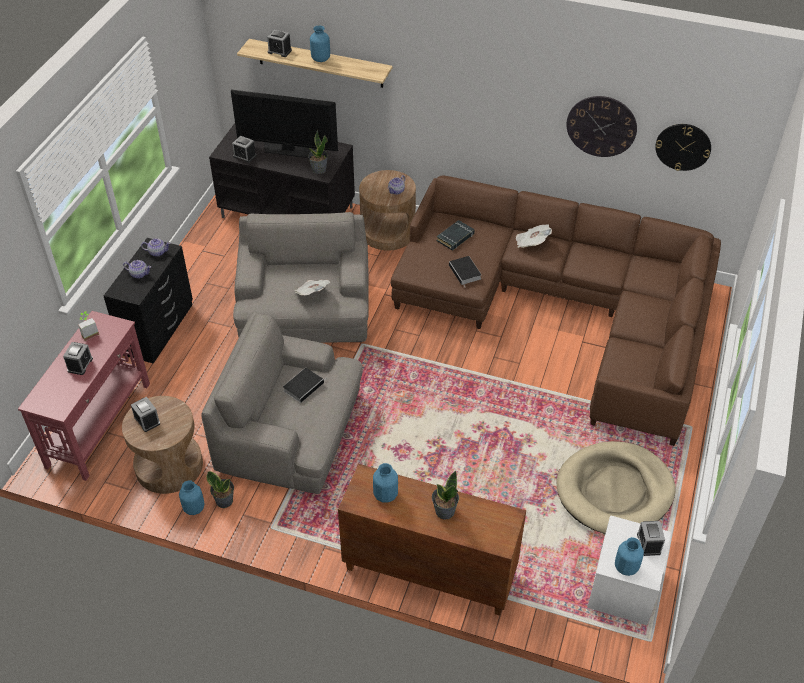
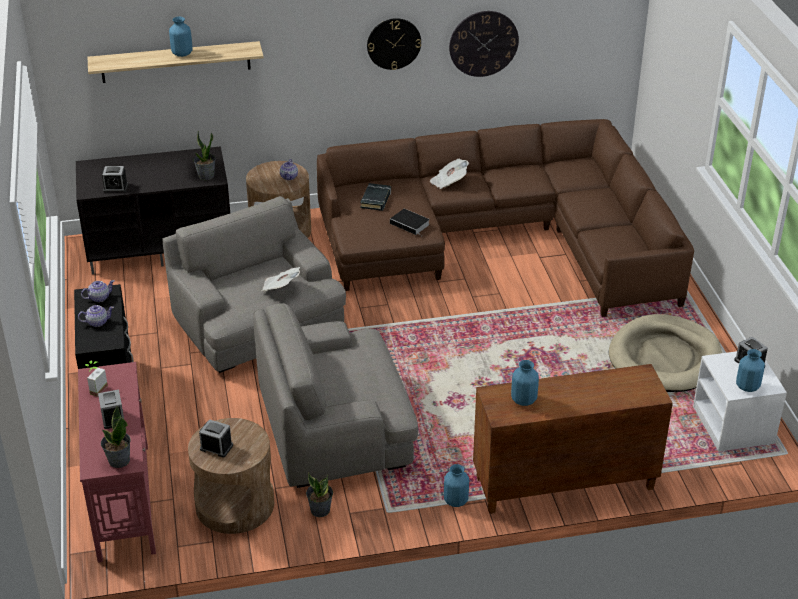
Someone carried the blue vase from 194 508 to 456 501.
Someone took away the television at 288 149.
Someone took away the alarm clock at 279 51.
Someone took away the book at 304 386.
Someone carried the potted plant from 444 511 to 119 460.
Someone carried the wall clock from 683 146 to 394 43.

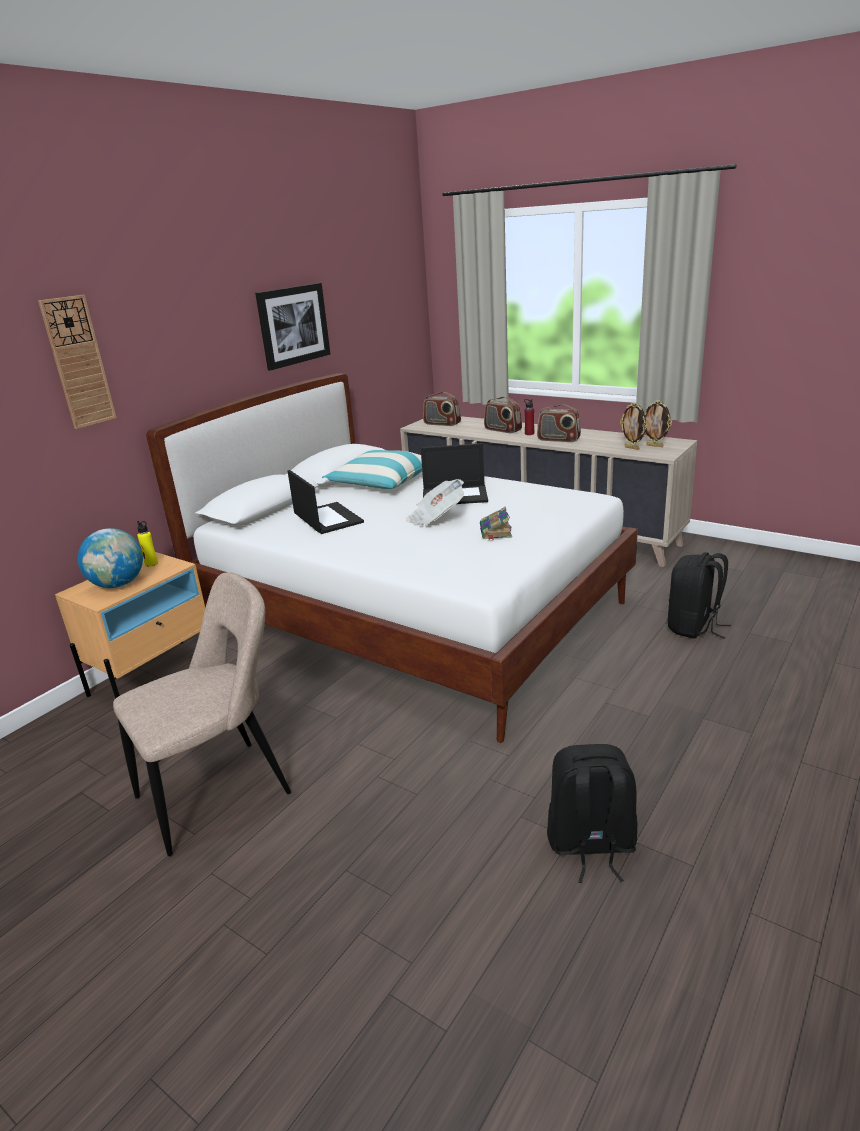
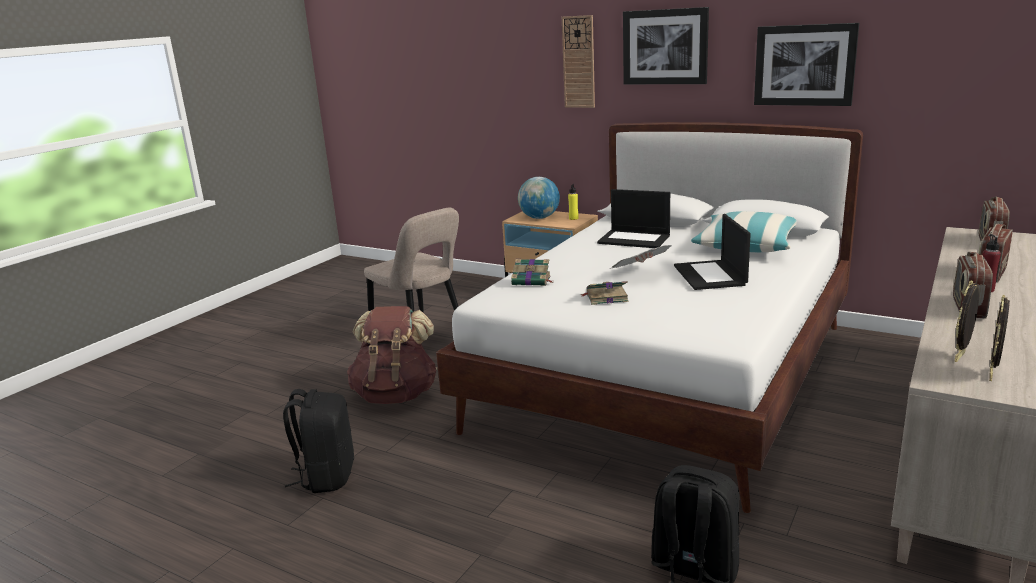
Someone rotated the laptop at 327 518 by 60 degrees clockwise.
Someone put down the brown backpack at 396 395.
Someone put down the book at 532 281.
Someone put up the picture at 665 47.

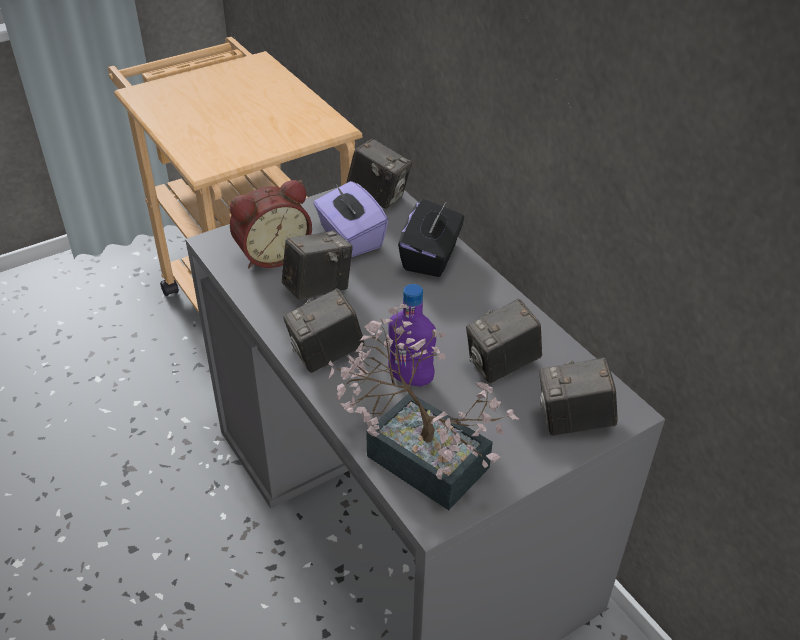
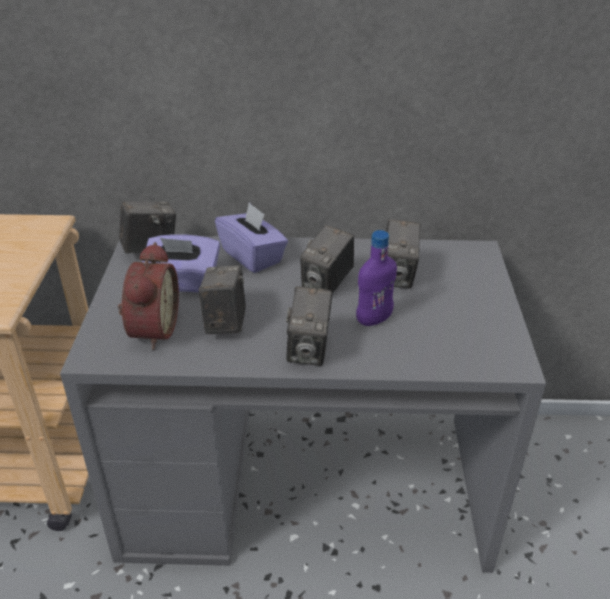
Someone took away the potted plant at 417 453.
Someone repainted the black tissue box at 431 257, which became the purple tissue box at 252 256.
Someone carried the photo camera from 573 421 to 327 284.

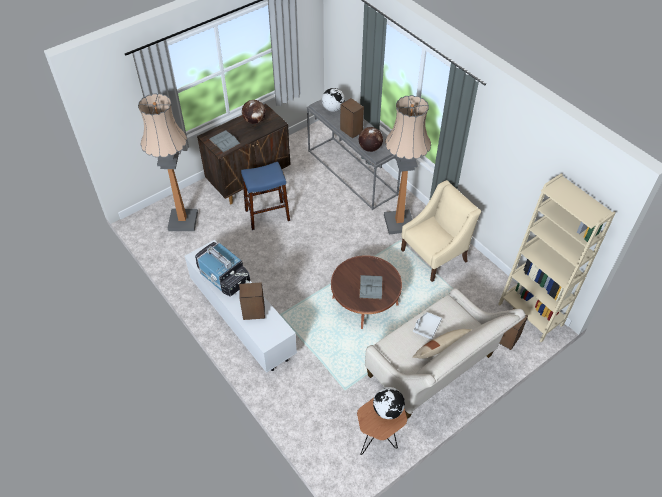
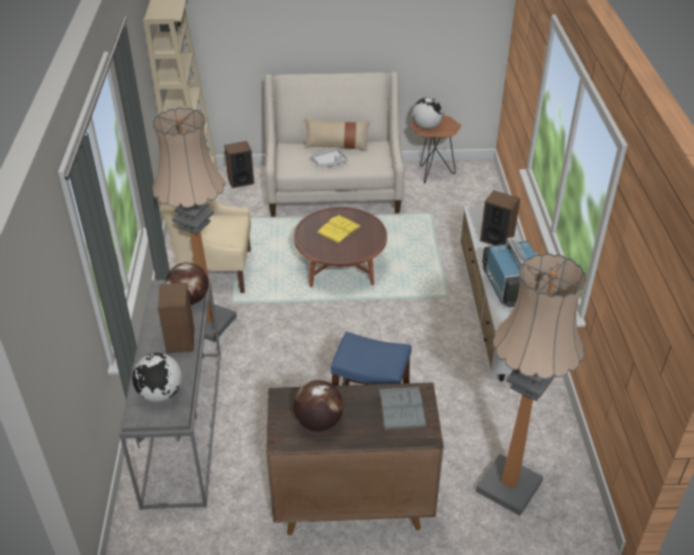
Someone repainted the grey book at 371 287, which became the yellow book at 339 229.

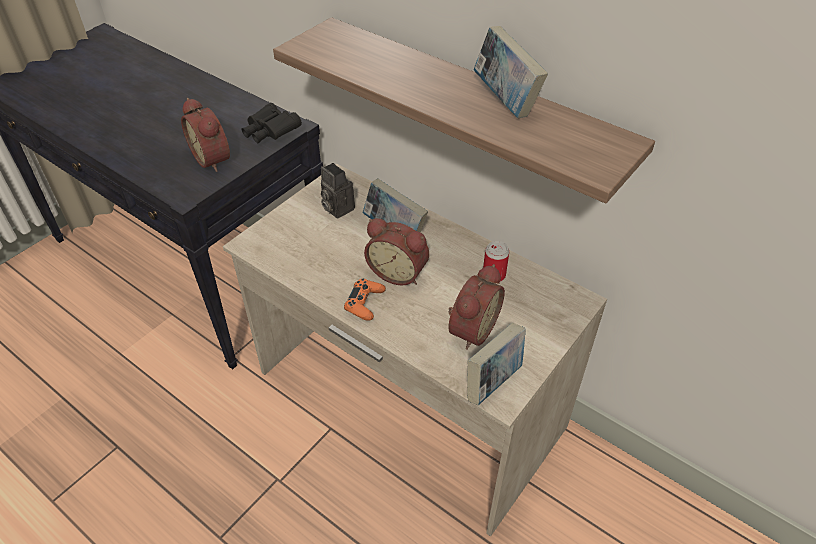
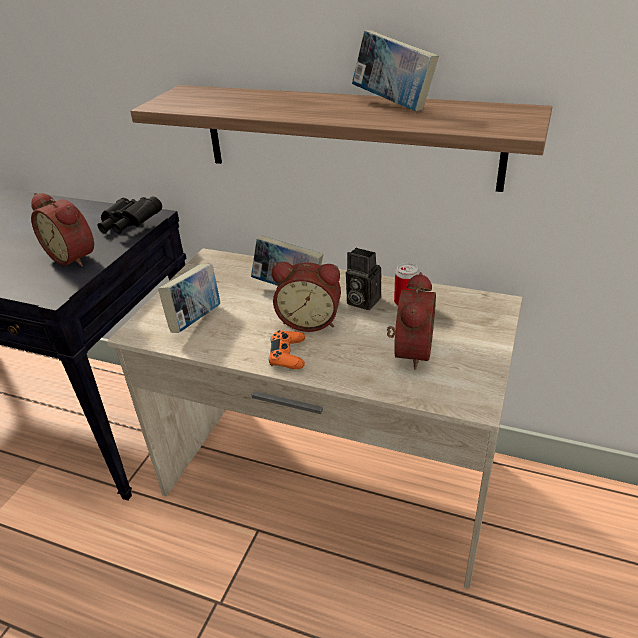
Someone carried the photo camera from 336 208 to 361 301.
Someone carried the book from 493 382 to 196 320.

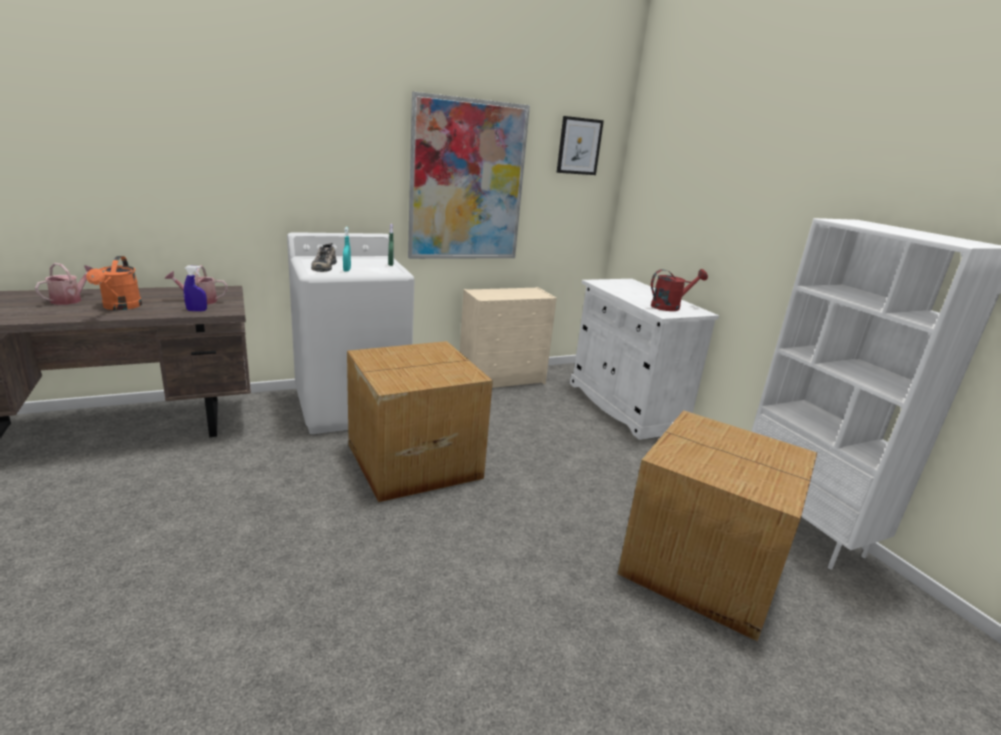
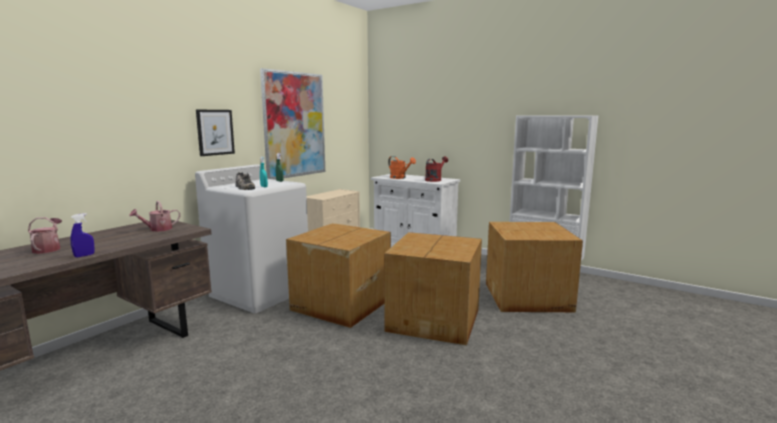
Someone carried the orange watering can from 120 307 to 400 178.
Someone carried the blue spray bottle from 197 310 to 84 255.
Someone carried the picture from 579 146 to 215 132.
Someone put down the cardboard box at 435 319.

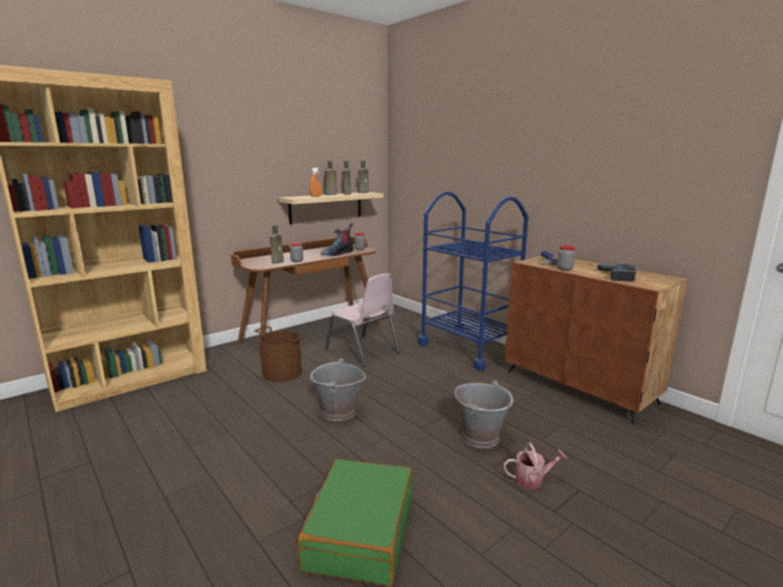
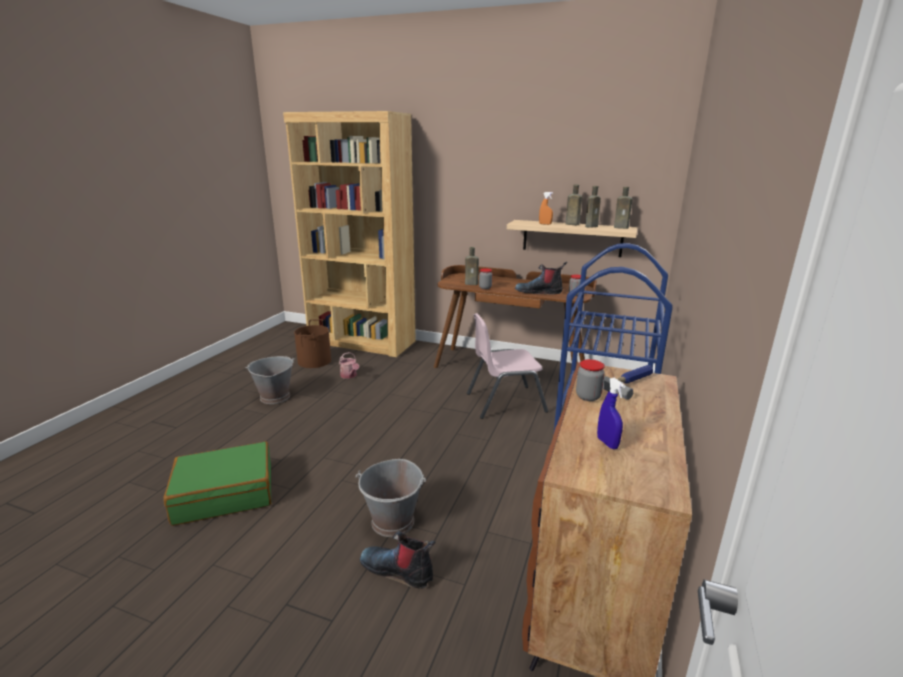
Someone carried the brown bucket from 282 372 to 315 361.
Someone carried the grey bucket from 338 412 to 274 397.
Someone rotated the pink chair at 362 351 by 60 degrees clockwise.
Someone carried the watering can from 532 479 to 349 376.
Someone swapped the power drill at 621 276 for the blue spray bottle at 607 443.
Someone put down the boot at 398 570.

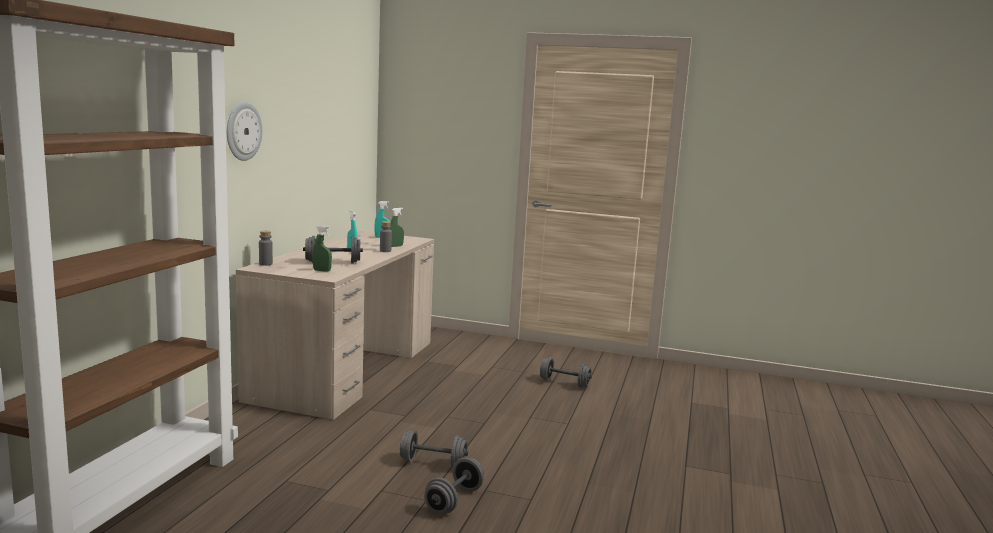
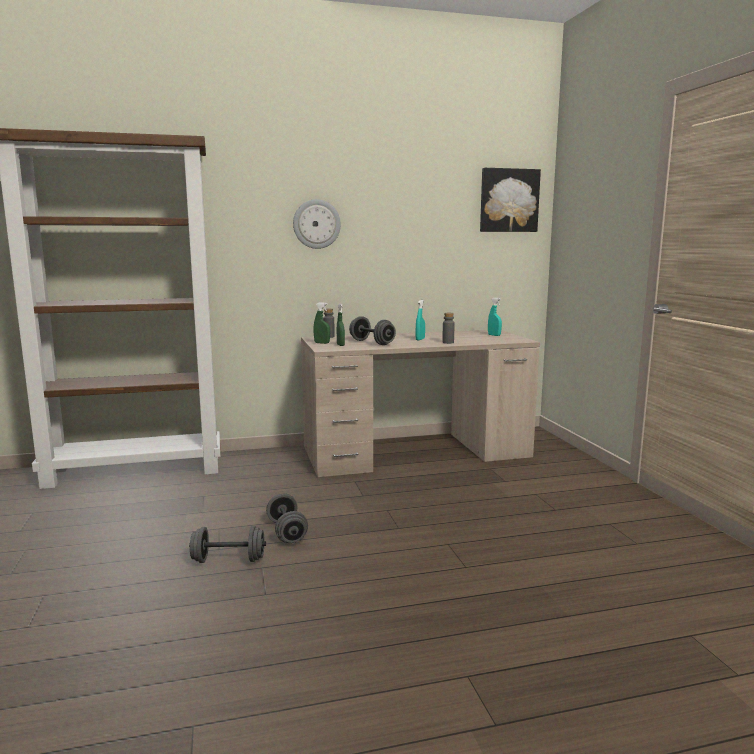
Someone carried the green spray bottle from 395 246 to 322 343.
Someone took away the grey dumbbell at 564 383.
Someone put up the picture at 508 200.

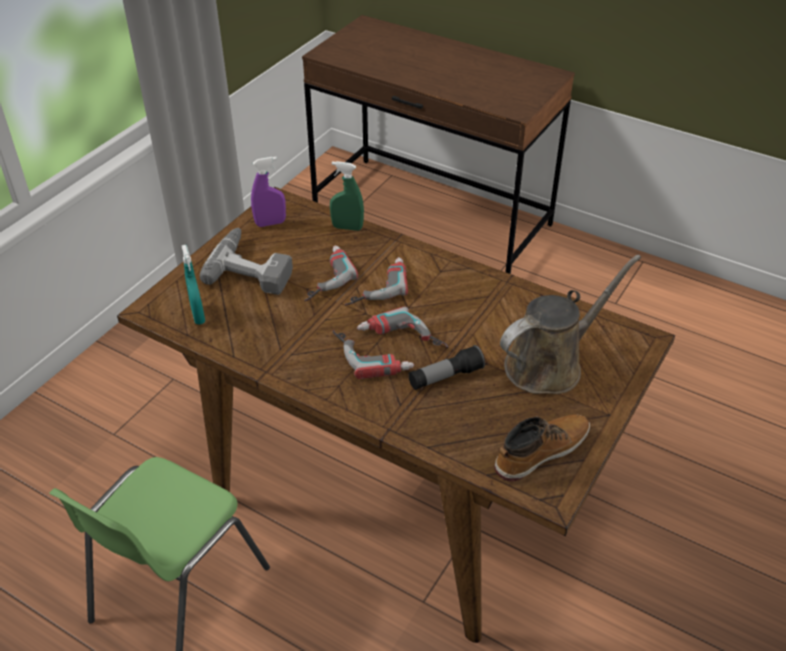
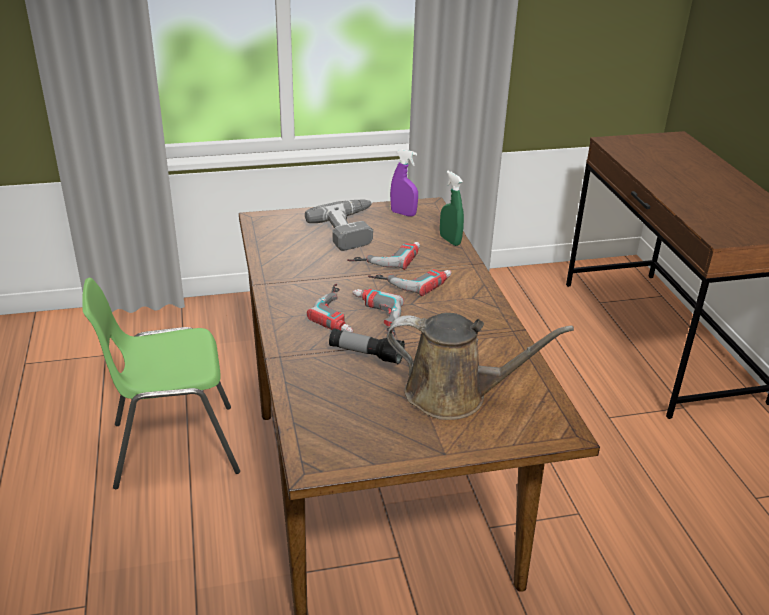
Someone took away the turquoise spray bottle at 198 315.
Someone took away the boot at 540 451.

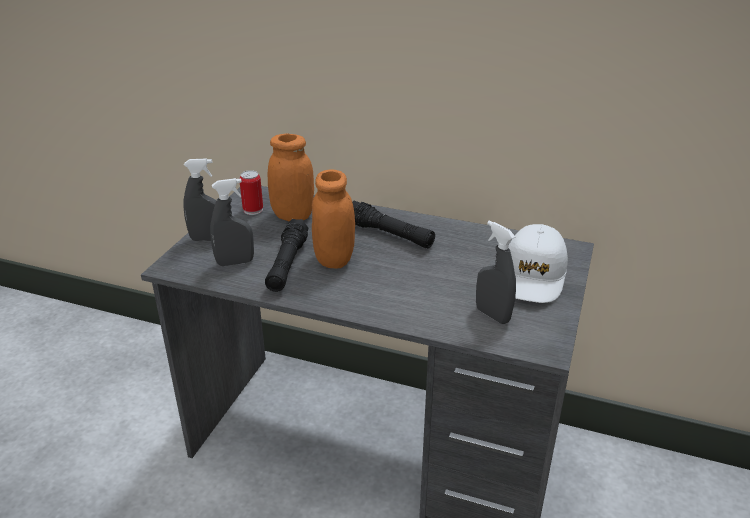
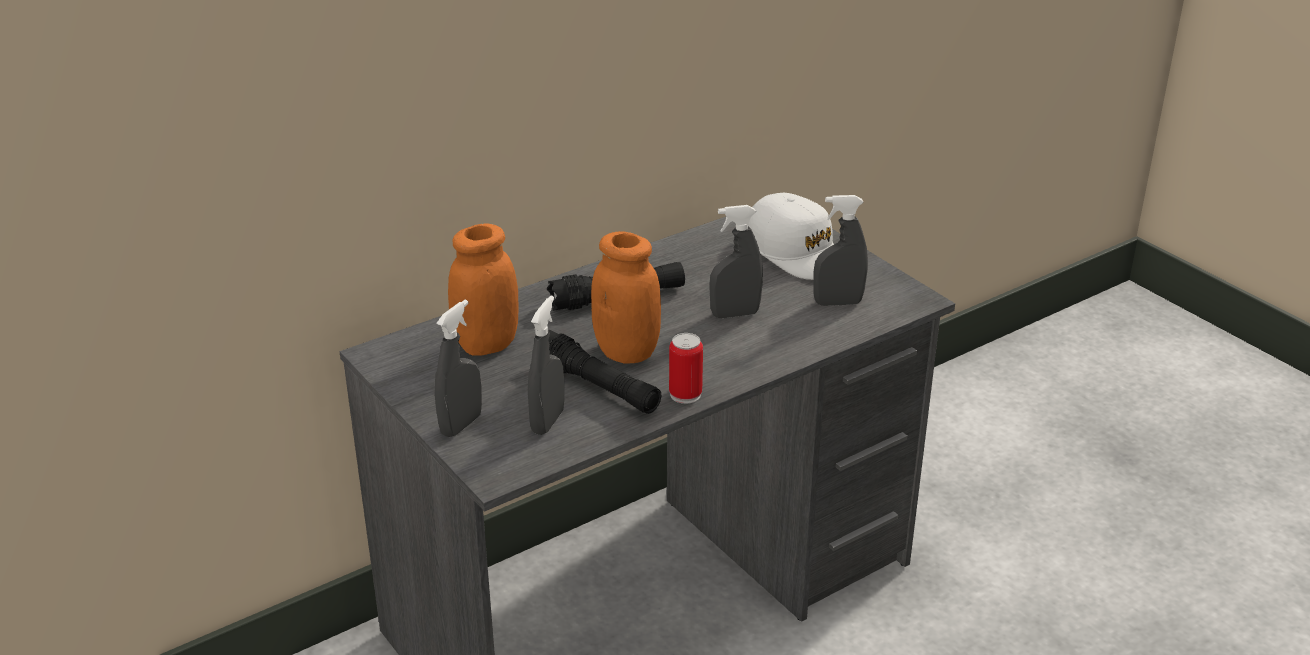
Someone carried the can from 253 210 to 685 394.
Someone put down the grey spray bottle at 735 314.

